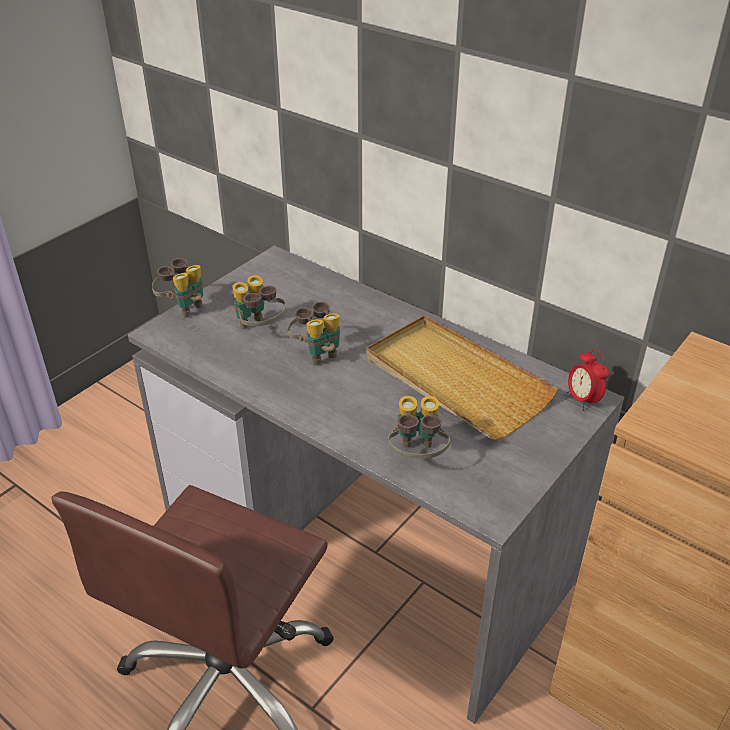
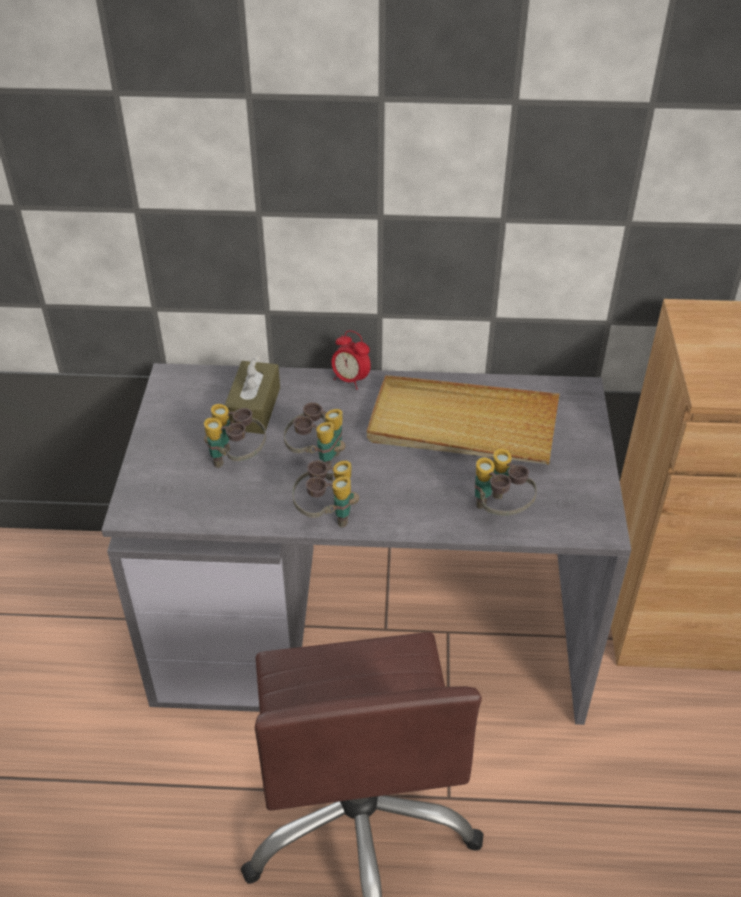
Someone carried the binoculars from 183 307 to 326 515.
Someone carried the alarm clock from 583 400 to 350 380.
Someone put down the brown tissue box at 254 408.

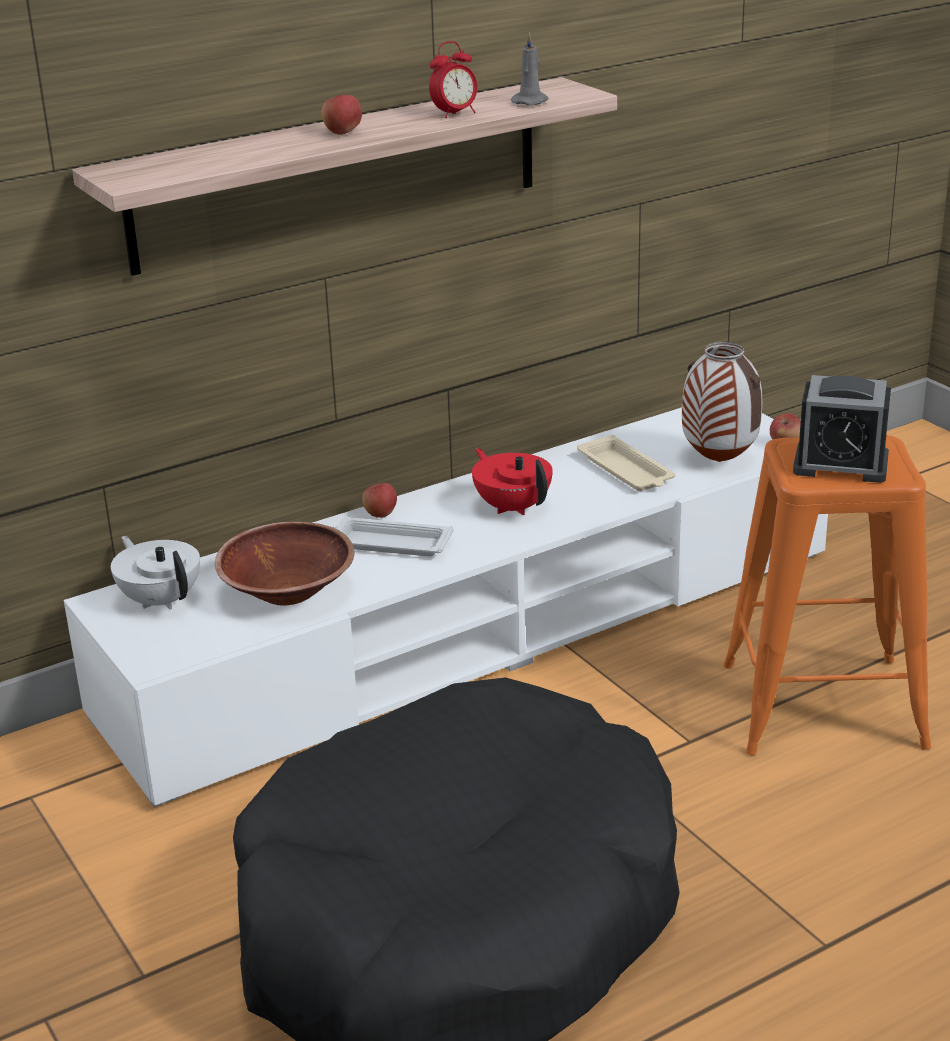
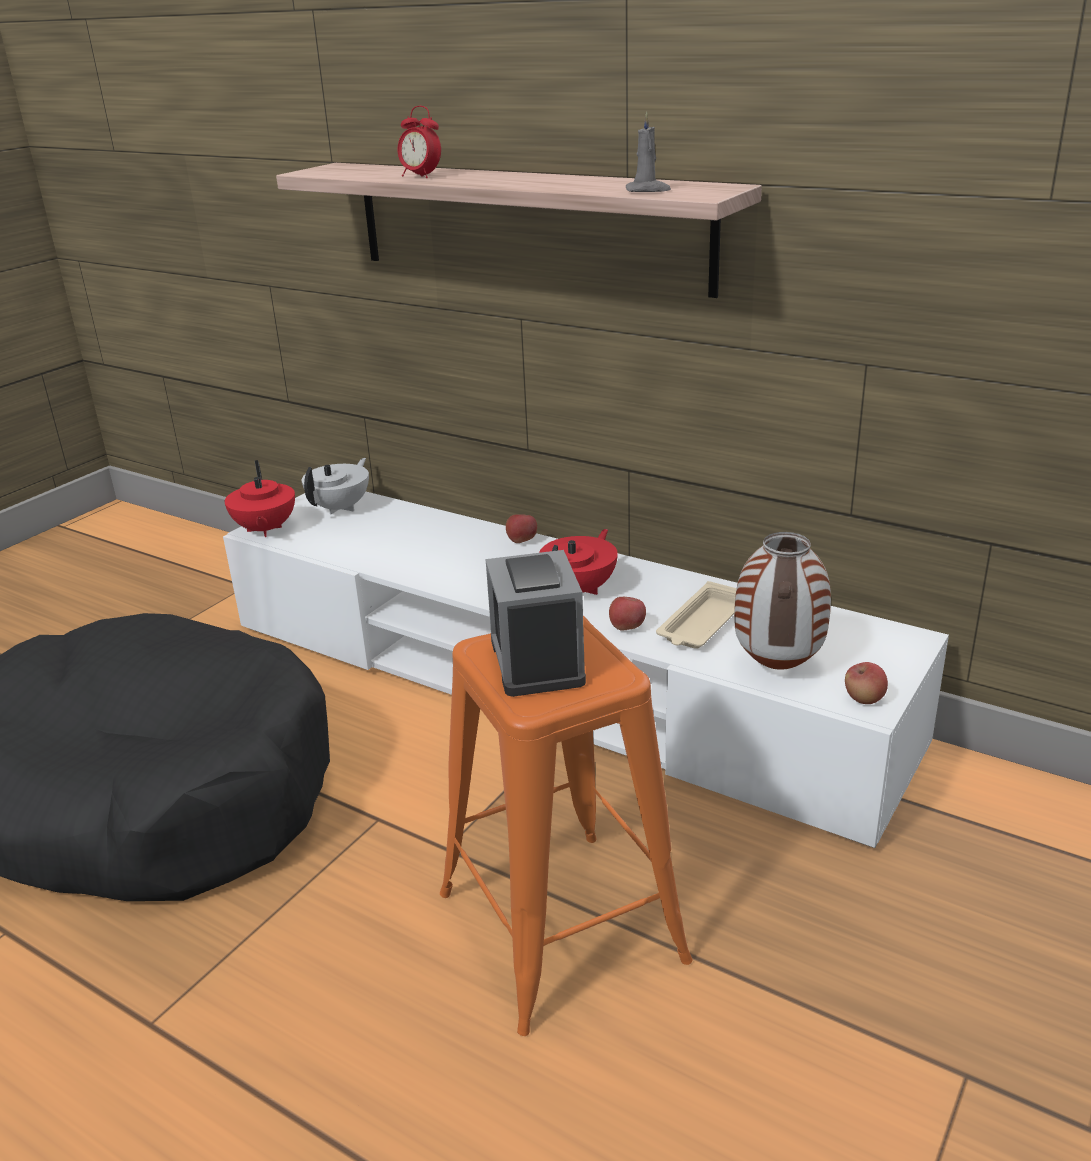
Someone took away the brown bowl at 288 591.
Someone carried the apple from 343 132 to 627 628.
Someone took away the white tray at 389 544.
Someone carried the alarm clock from 455 114 to 421 176.
Someone put down the red teapot at 264 530.

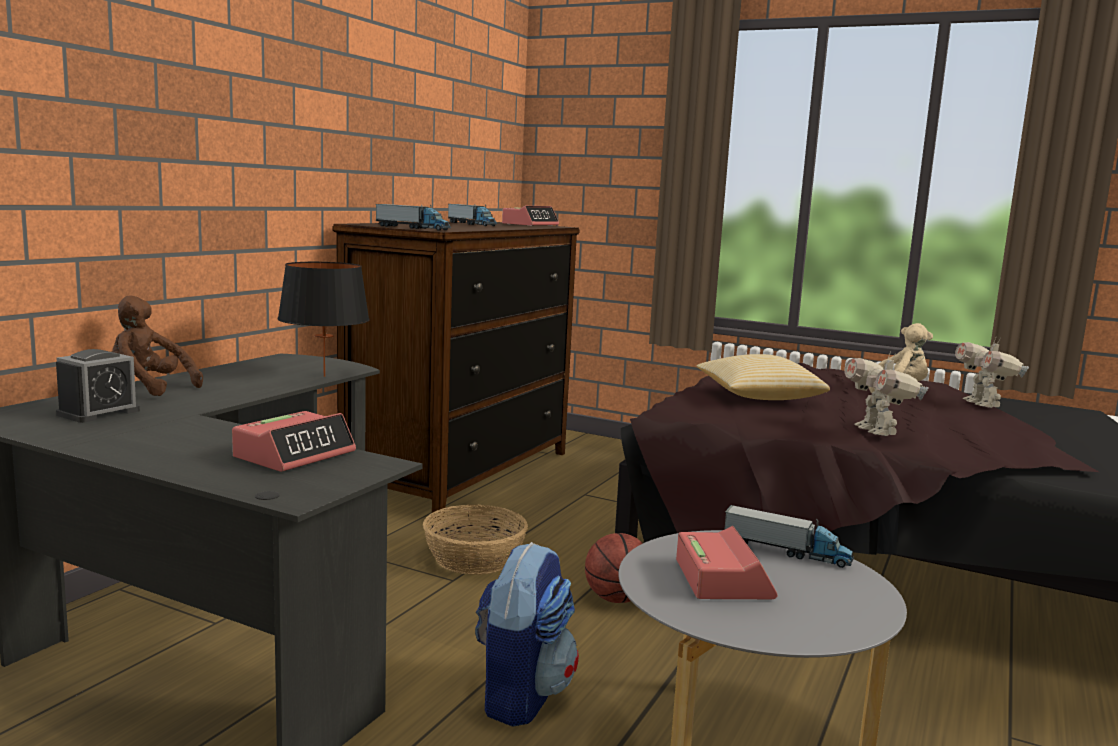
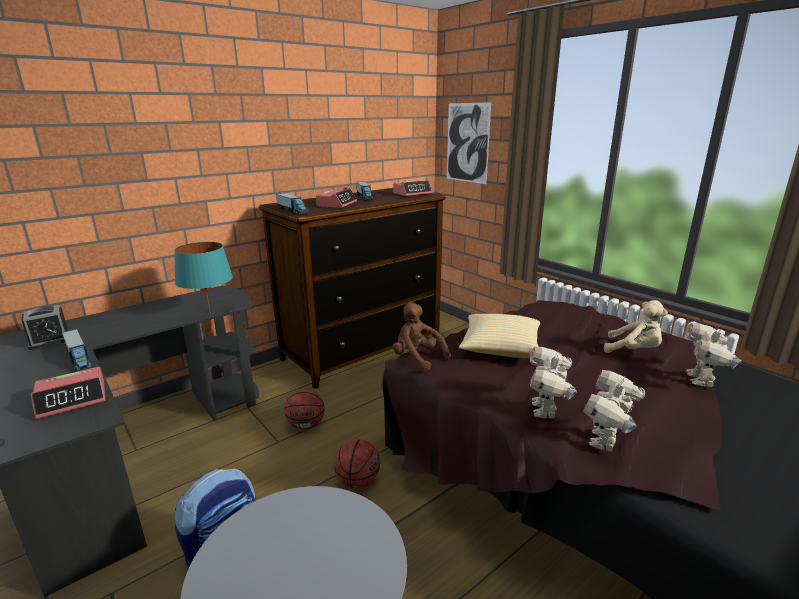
Someone carried the brown plush toy from 146 388 to 417 358.
Someone repainted the black table lamp at 324 376, which became the turquoise table lamp at 209 312.
Someone swapped the basket at 474 558 for the basketball at 306 425.
Someone carried the alarm clock from 723 579 to 337 204.
Someone carried the toy truck from 786 552 to 79 358.
Someone put up the picture at 467 143.
Someone put down the toy robot at 606 441.

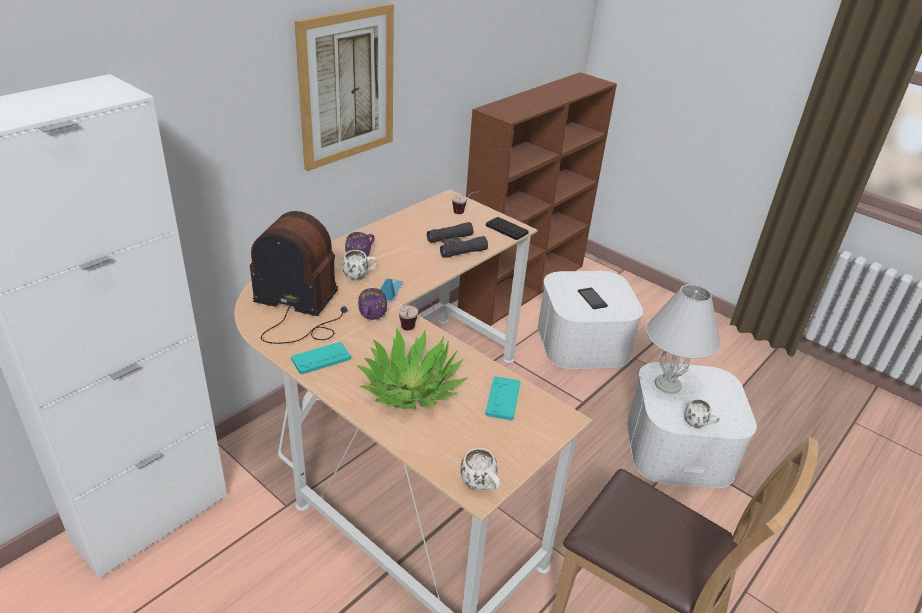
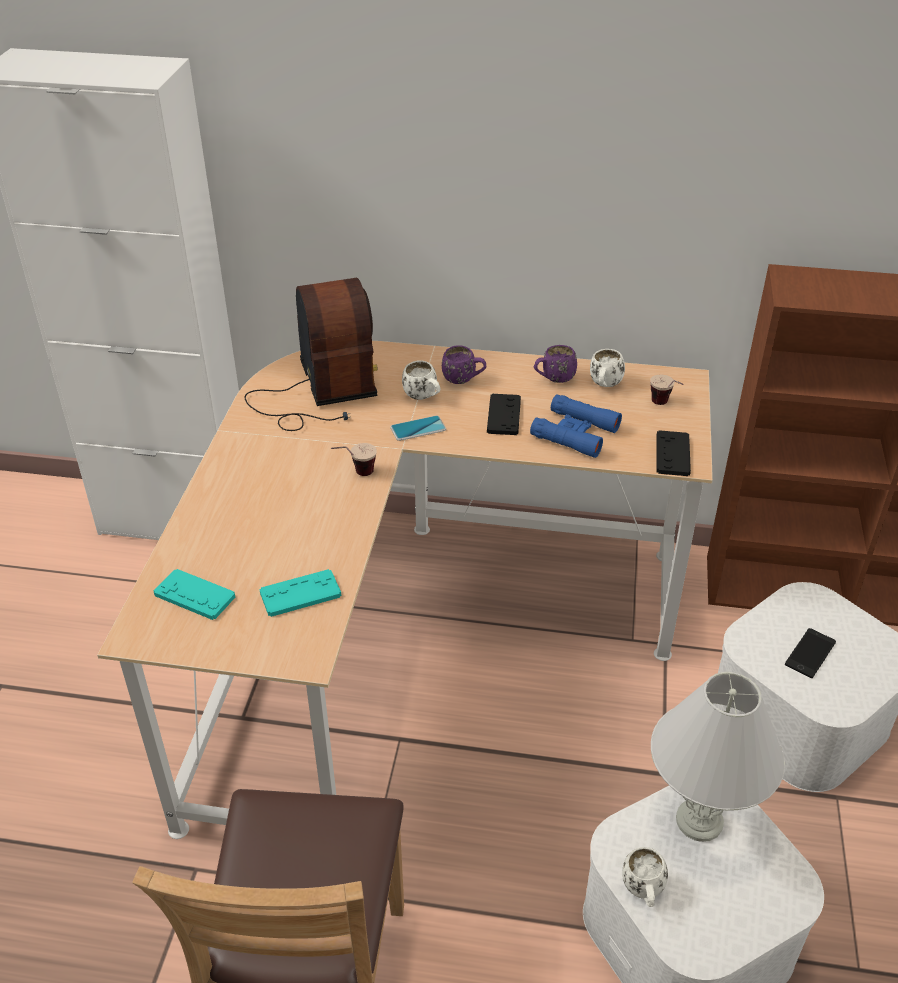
Someone carried the turquoise game controller from 321 359 to 194 595.
Someone took away the picture at 347 86.
Someone took away the potted plant at 411 388.
Someone carried the purple mug from 371 318 to 553 380.
Someone repainted the black binoculars at 456 246, which became the blue binoculars at 575 433.
Someone carried the white mug from 481 486 to 604 386.
Someone put down the black game controller at 504 415.

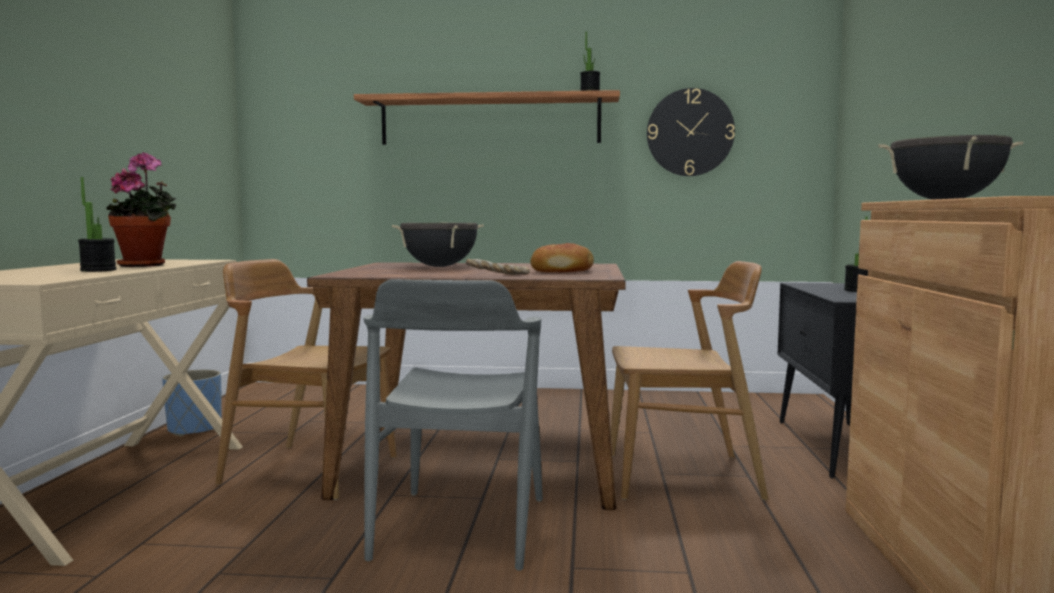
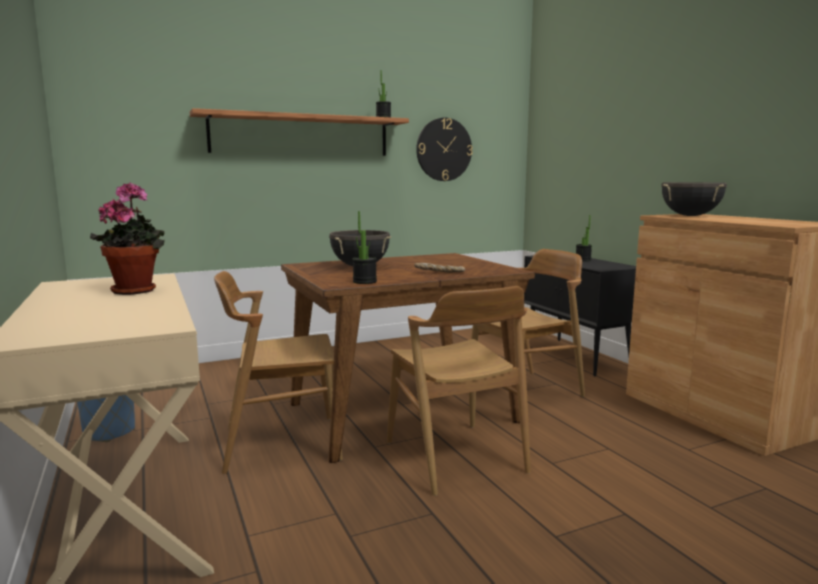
Someone carried the potted plant from 98 270 to 364 282.
Someone repainted the grey chair at 460 528, which became the brown chair at 455 457.
Someone took away the bread at 563 271.

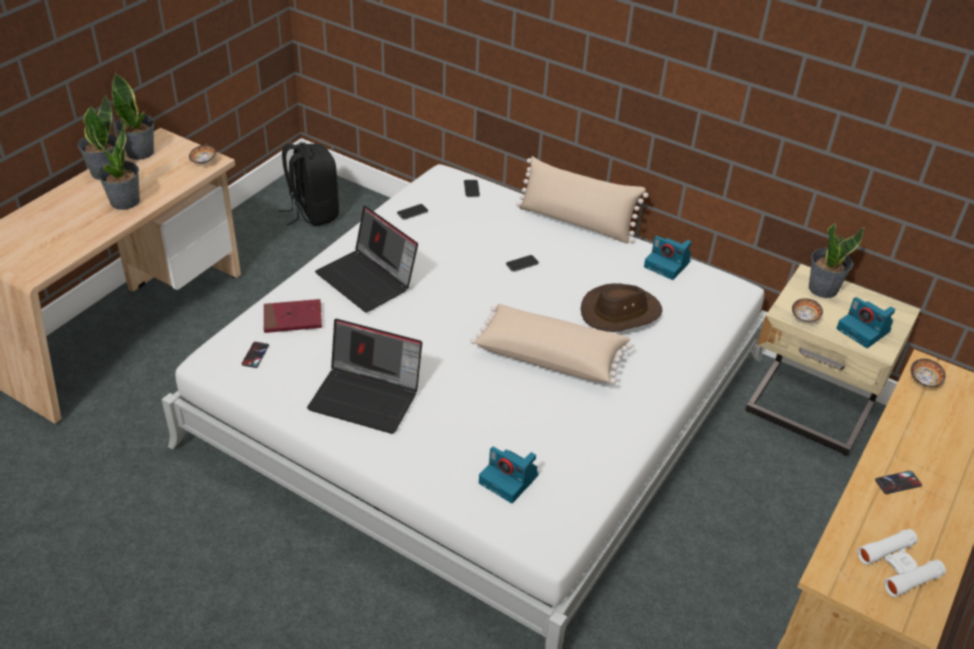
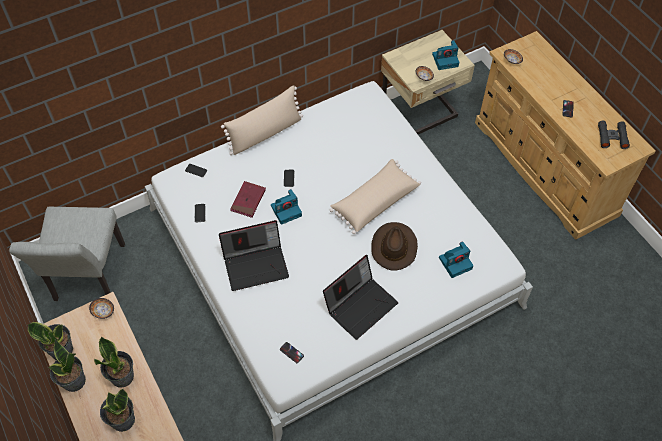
Someone carried the red book from 293 319 to 248 200.
Someone swapped the black backpack at 313 212 for the grey chair at 88 278.
Someone carried the brown hat from 620 312 to 393 247.
Someone carried the photo camera from 668 265 to 286 210.
Someone carried the potted plant from 822 288 to 122 420.
Someone repainted the white binoculars at 898 567, which became the black binoculars at 612 137.

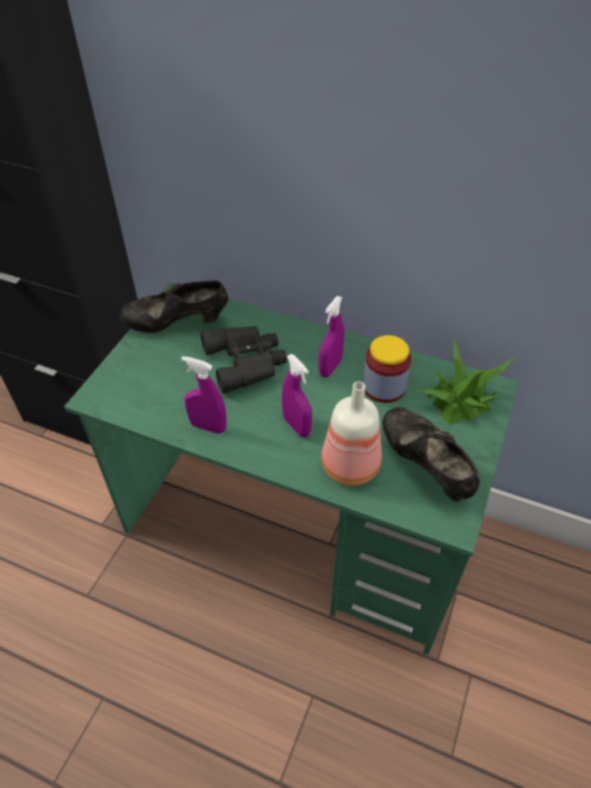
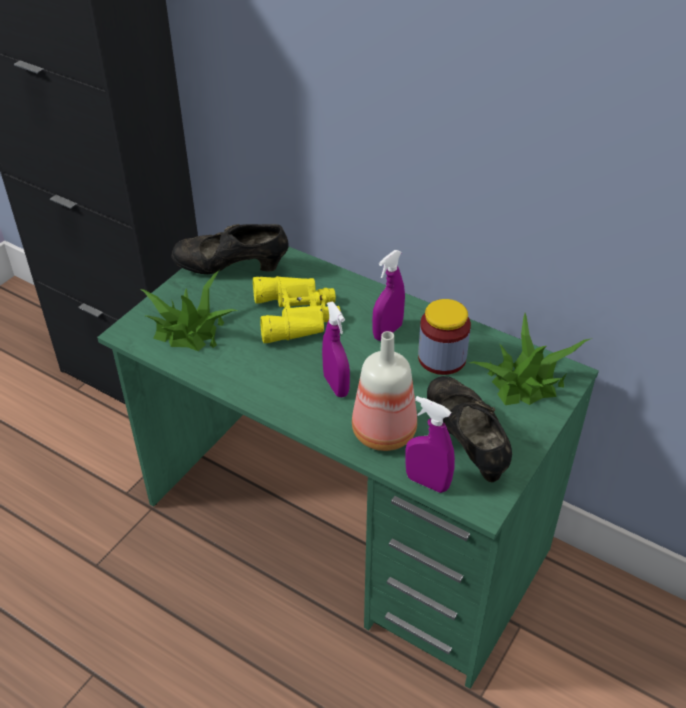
Someone carried the purple spray bottle from 208 427 to 427 482.
Someone repainted the black binoculars at 247 361, which became the yellow binoculars at 298 315.
Someone put down the potted plant at 190 330.

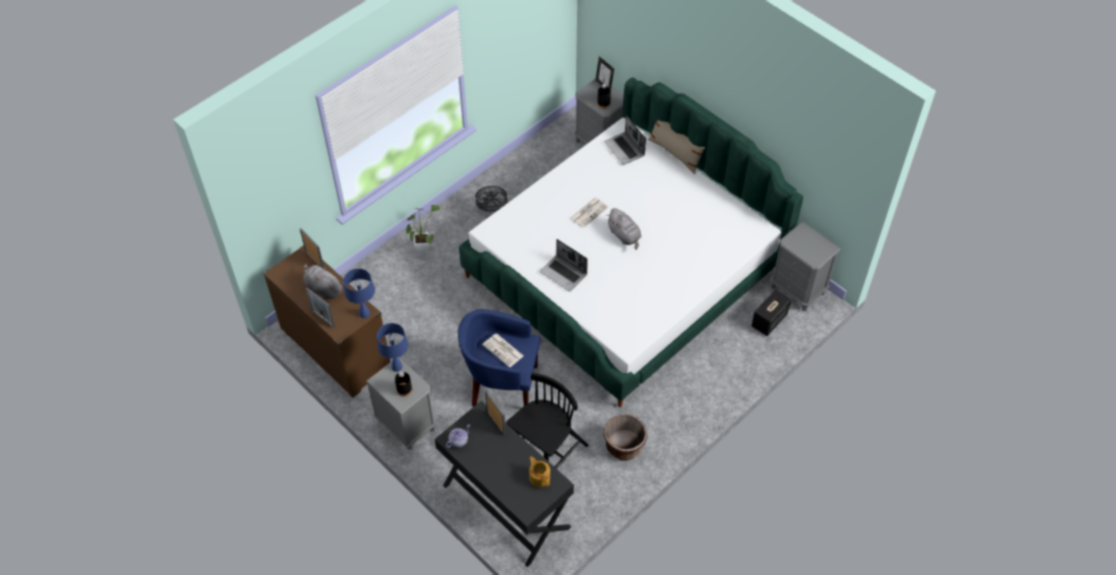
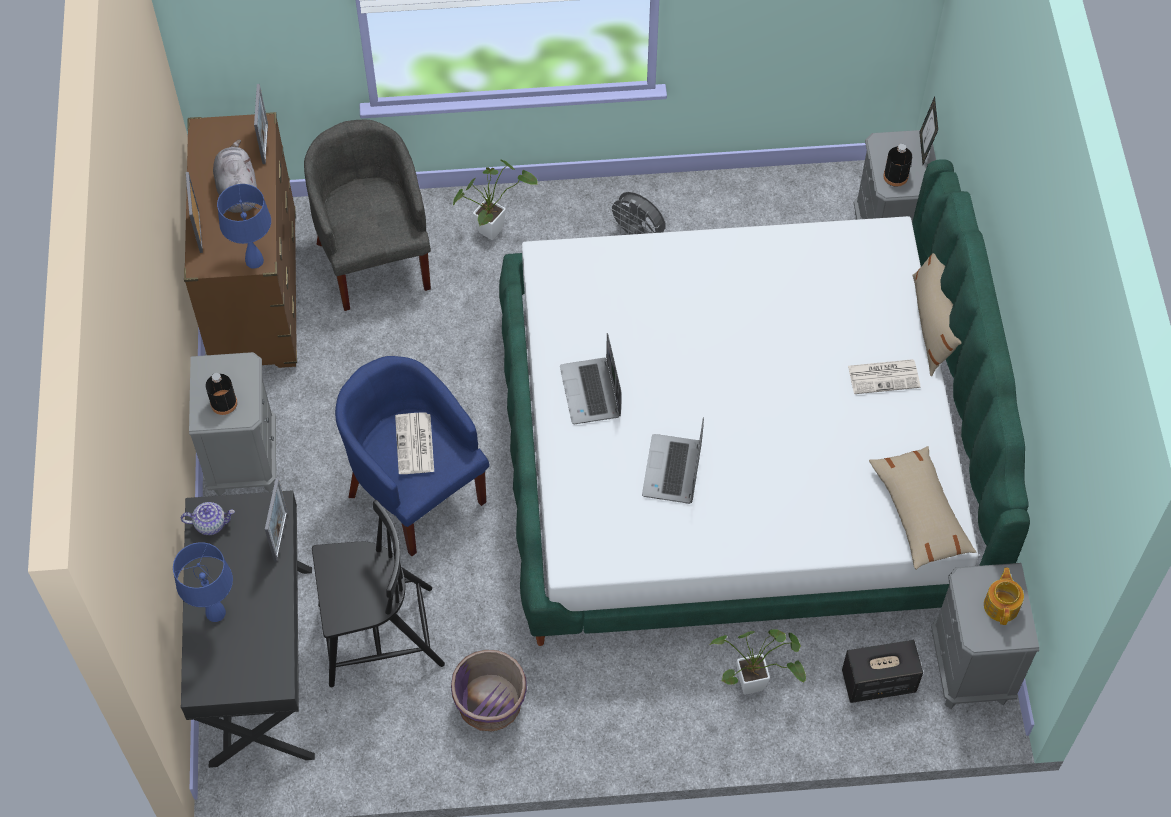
Someone carried the blue table lamp from 396 367 to 215 612.
Someone carried the teapot from 539 476 to 1002 605.
Someone carried the newspaper from 589 212 to 884 376.
Someone carried the laptop from 625 149 to 673 471.
Someone repainted the brown planter at 624 446, which became the purple planter at 490 704.
Someone took away the grey plush toy at 624 235.
Someone put down the grey armchair at 375 259.
Someone put down the potted plant at 756 683.
Someone put down the beige pillow at 919 513.

